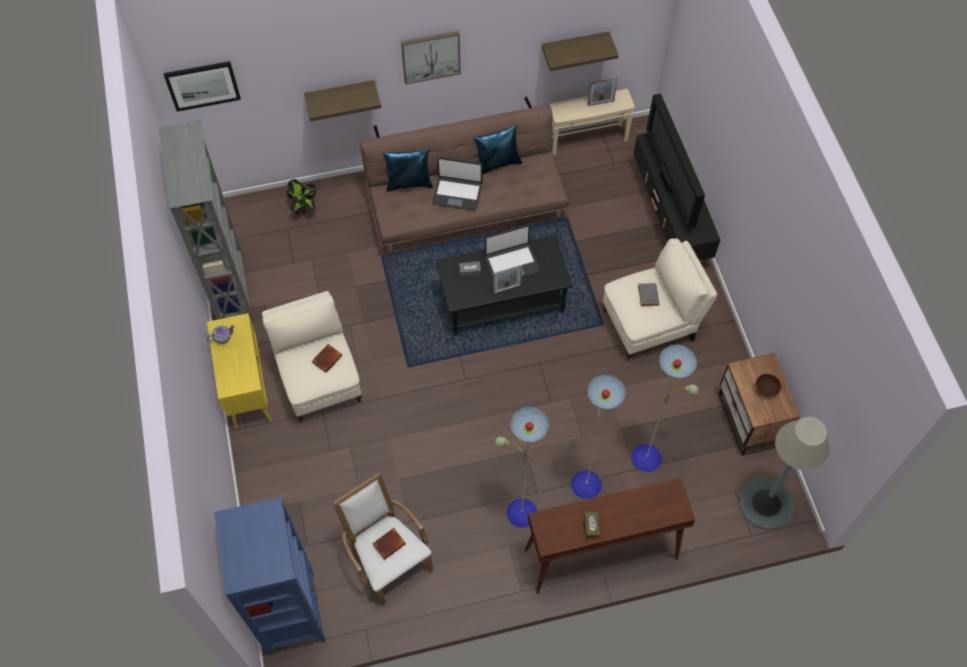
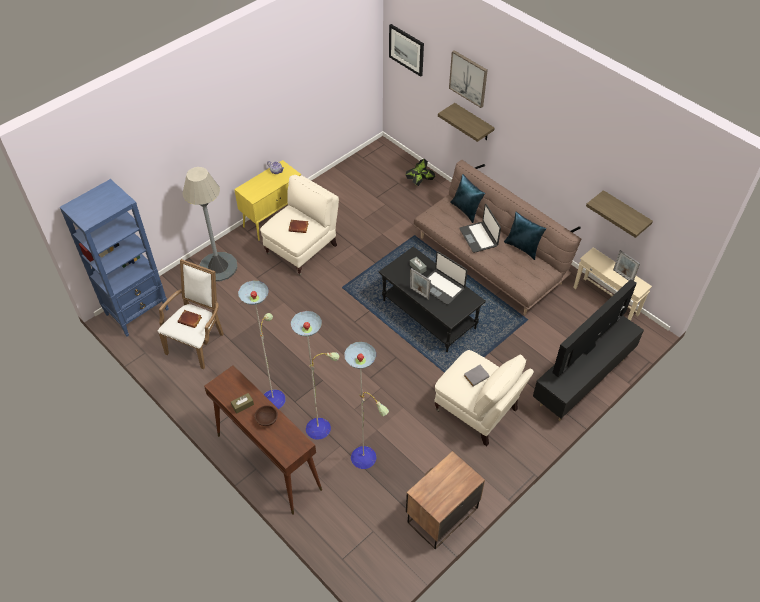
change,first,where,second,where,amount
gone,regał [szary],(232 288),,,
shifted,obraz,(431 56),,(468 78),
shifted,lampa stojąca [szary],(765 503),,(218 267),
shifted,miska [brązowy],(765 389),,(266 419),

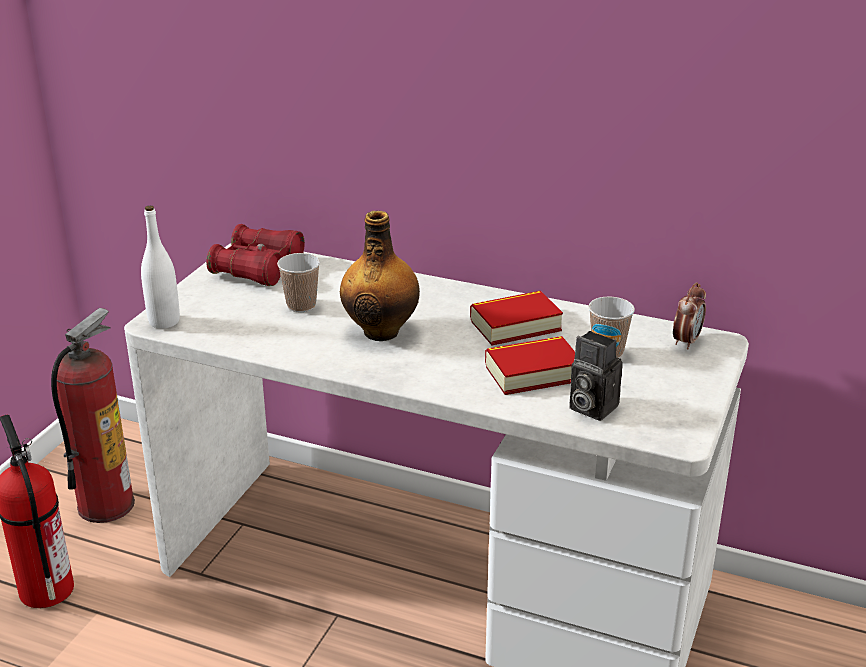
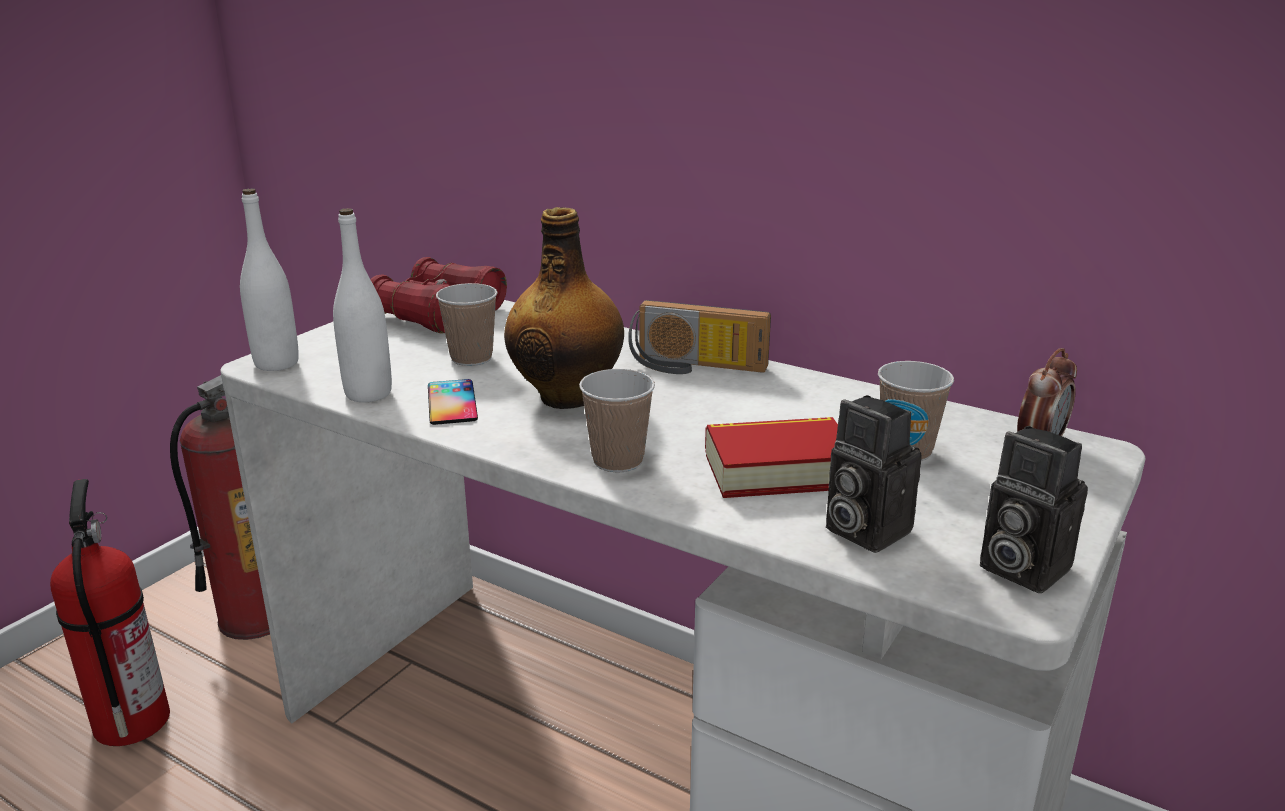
change,first,where,second,where,amount
gone,książka,(515 325),,,
new,,,butelka [biały],(368 393),
new,,,telefon,(452 402),
new,,,filiżanka,(618 461),
new,,,radio,(695 367),
new,,,aparat fotograficzny,(1017 567),

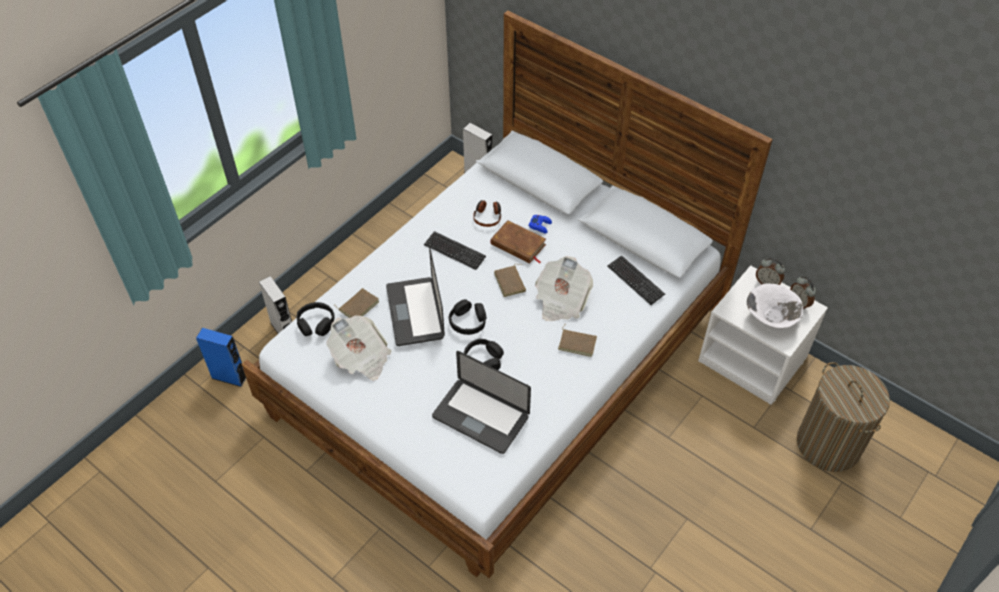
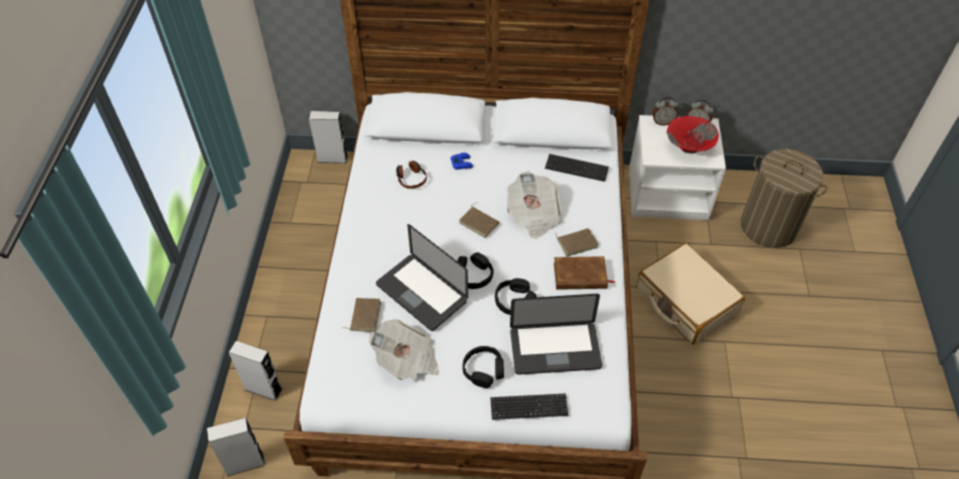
change,first,where,second,where,amount
new,,,walizka [beżowy],(685 301),
shifted,słuchawki [czarny],(316 323),,(483 370),
shifted,klawiatura,(454 251),,(528 407),
shifted,książka [brązowy],(518 245),,(580 276),
repainted,głośnik [niebieski],(229 377),głośnik [szary],(245 464),
repainted,miska [biały],(770 318),miska [czerwony],(688 147),

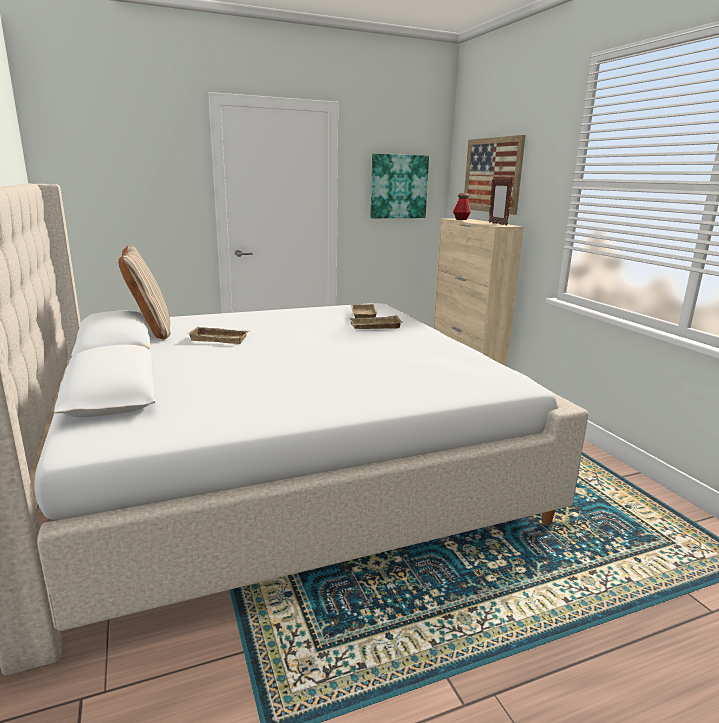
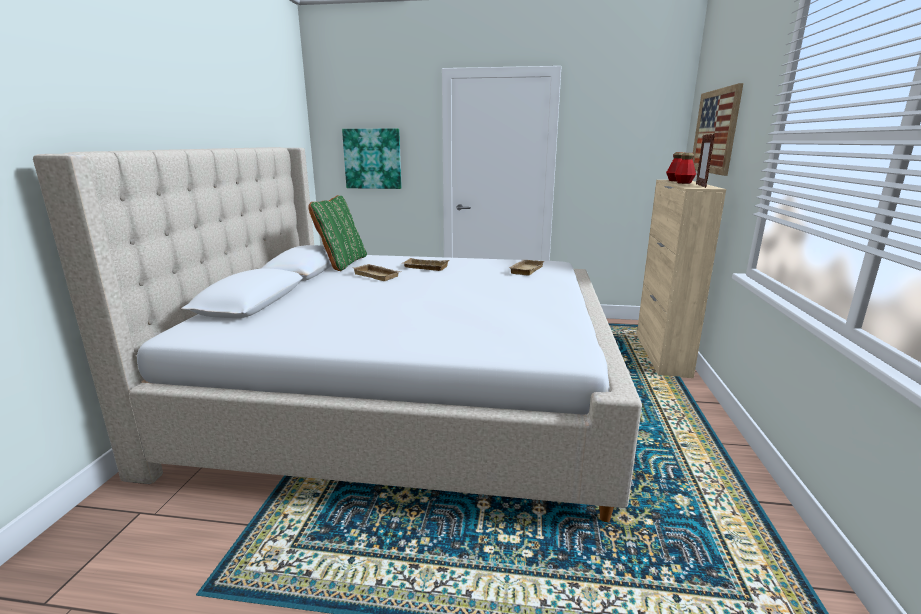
change,first,where,second,where,amount
new,,,butelka,(684 183),
shifted,taca [beżowy],(374 327),,(424 267),
shifted,obraz,(398 186),,(373 159),
repainted,poduszka [beżowy],(150 330),poduszka [zielony],(342 263),

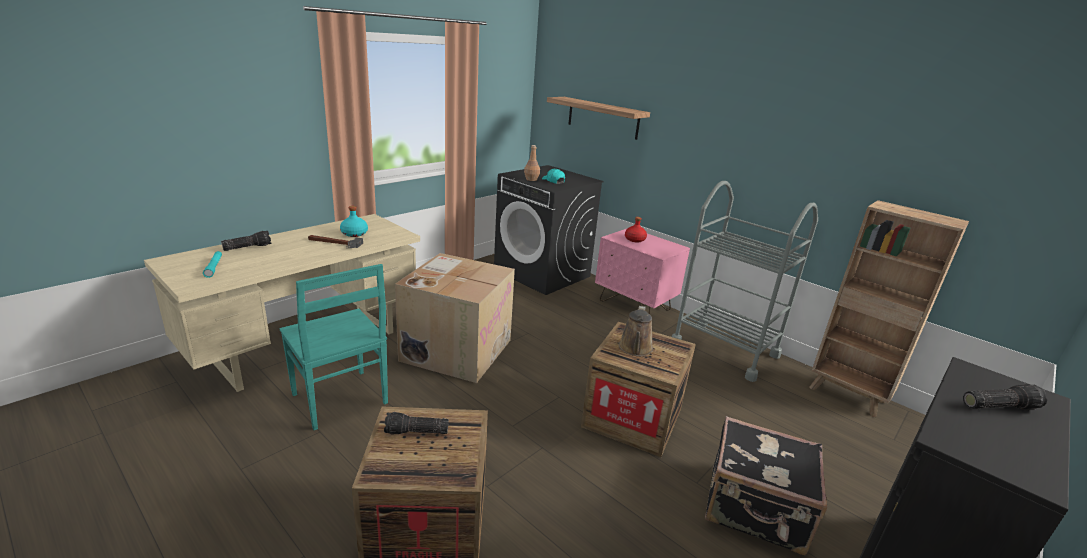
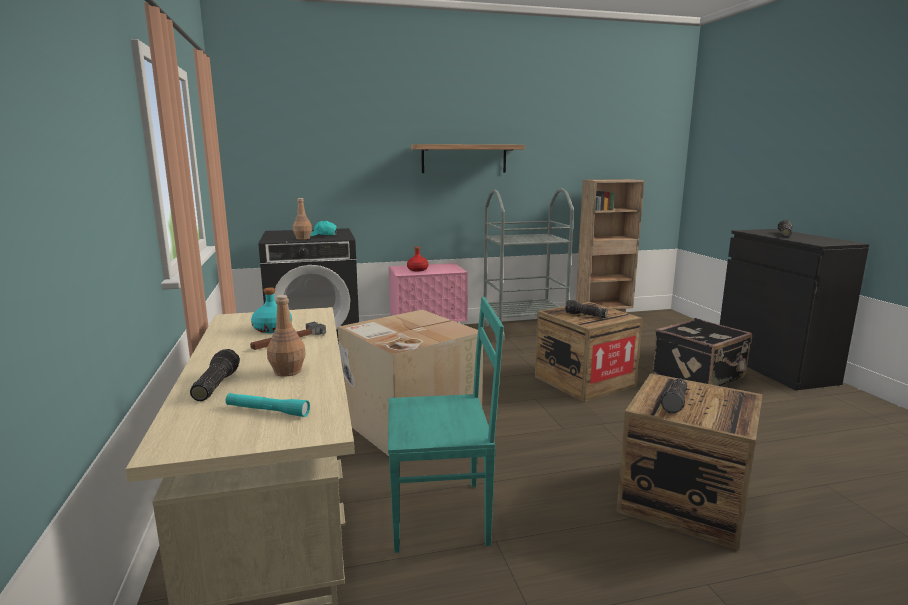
change,first,where,second,where,amount
new,,,butelka [brązowy],(287 372),
shifted,półka,(603 118),,(464 158),
swapped,konewka [brązowy],(635 349),latarka,(585 315),

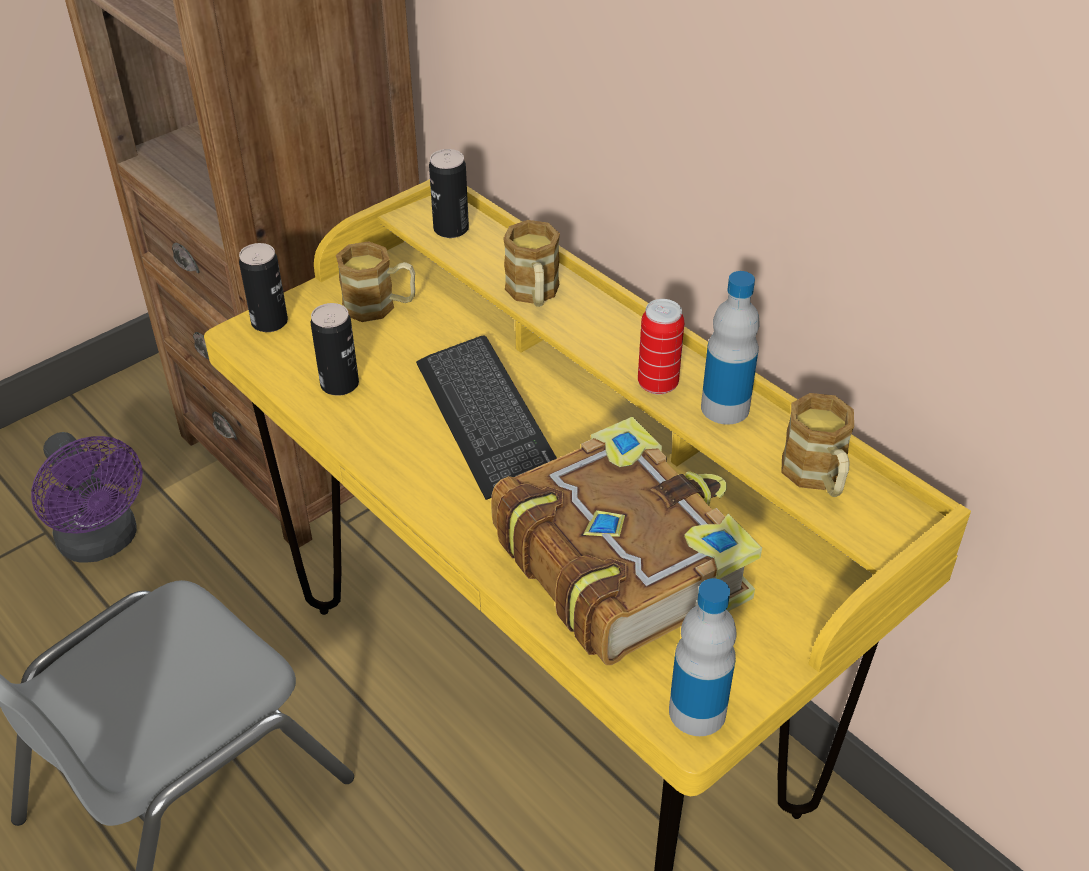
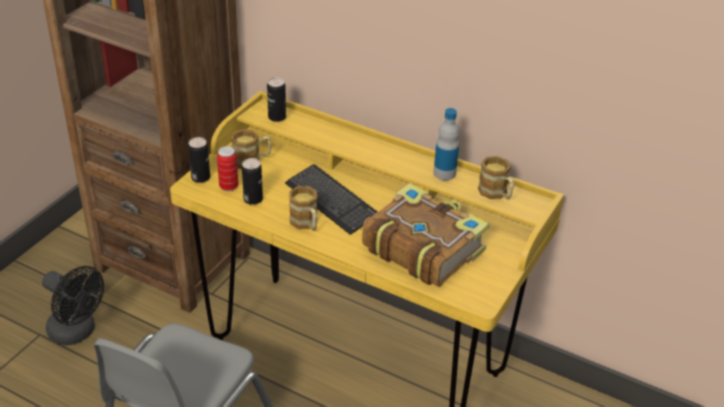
change,first,where,second,where,amount
gone,butelka,(697 711),,,
shifted,kubek,(534 294),,(306 224),
shifted,puszka,(657 384),,(228 186),
repainted,wentylator [fioletowy],(103 542),wentylator [czarny],(77 332),

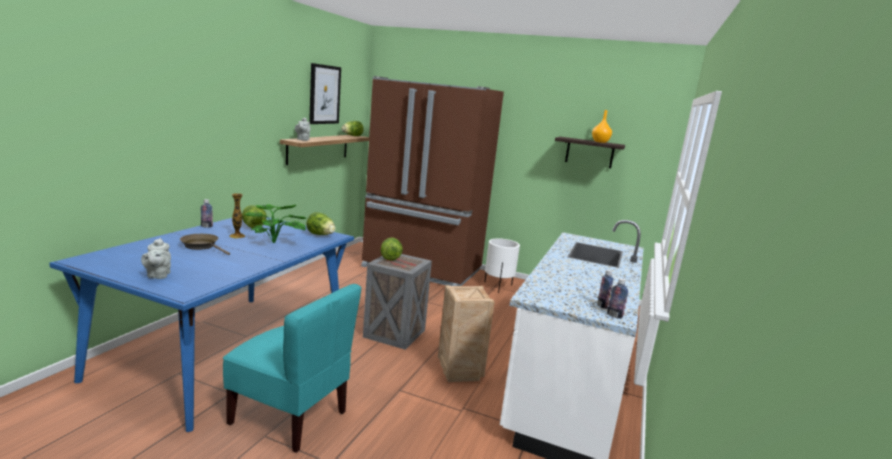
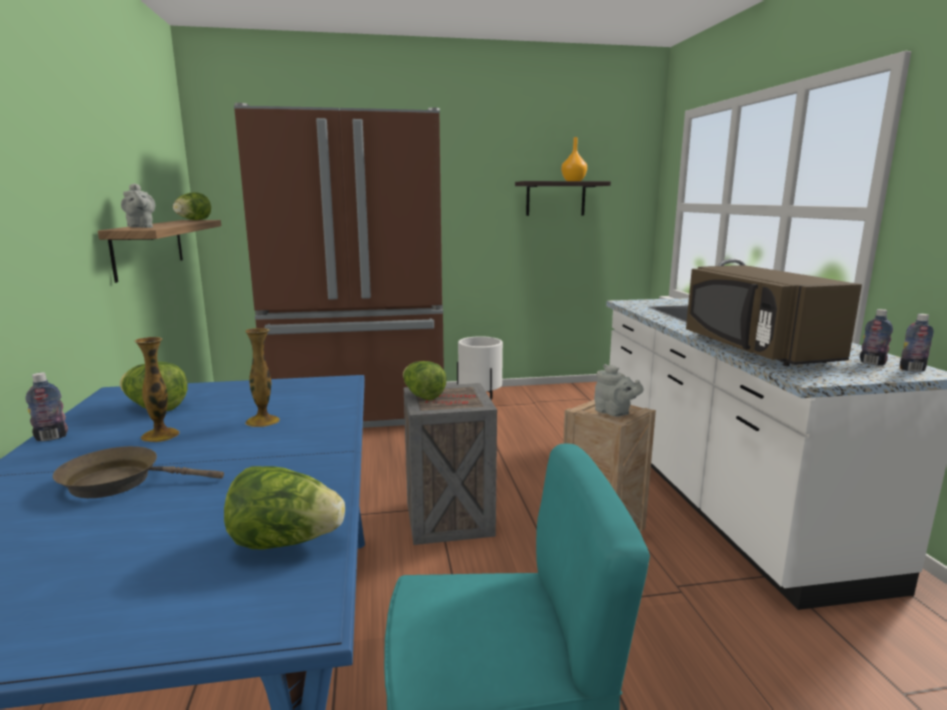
change,first,where,second,where,amount
gone,obraz,(324 94),,,
new,,,mikrofalówka [brązowy],(755 349),
shifted,imbryk [szary],(158 275),,(614 413),
shifted,sałata,(321 235),,(286 542),
swapped,roślina doniczkowa,(276 242),wazon,(262 421),

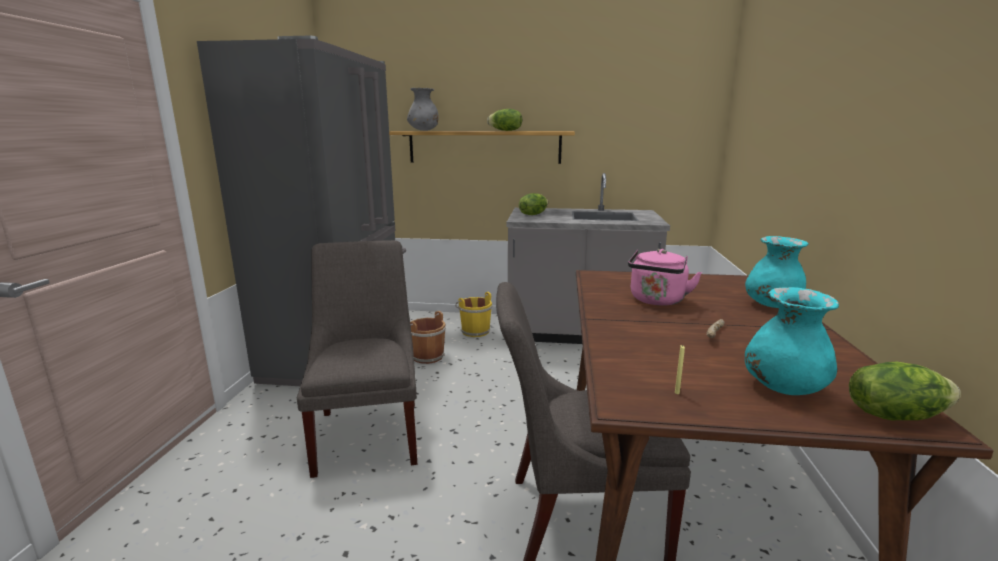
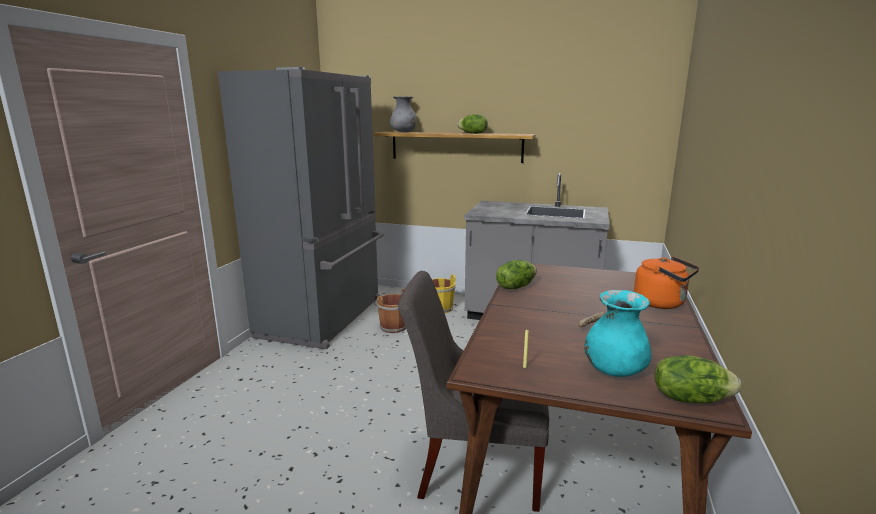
change,first,where,second,where,amount
gone,krzesło [szary],(369 432),,,
gone,czajnik [różowy],(657 301),,,
shifted,sałata,(533 214),,(515 287),
swapped,wazon [turkusowy],(771 305),czajnik [pomarańczowy],(662 303),

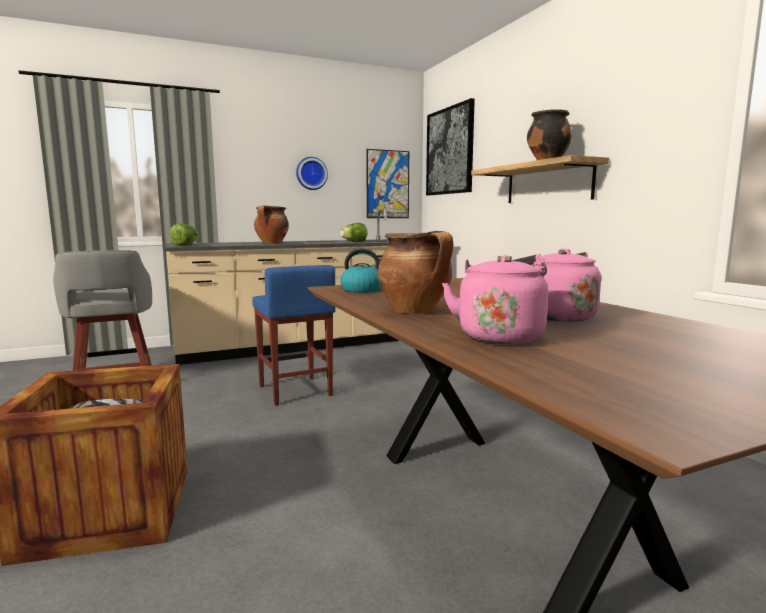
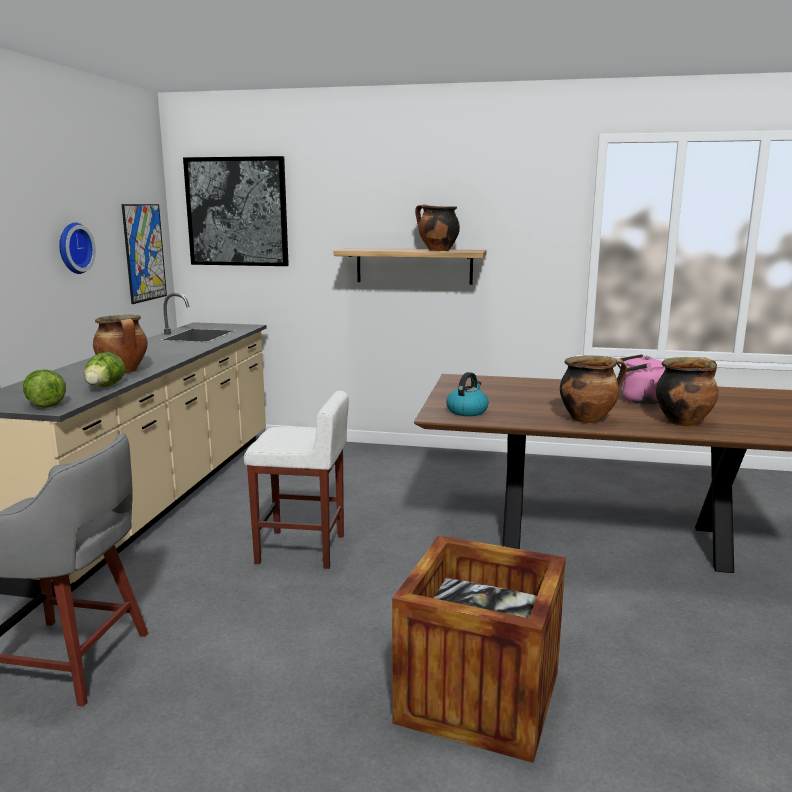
change,first,where,second,where,amount
shifted,sałata,(354 242),,(104 387),
swapped,czajnik [różowy],(500 336),garnek,(683 421),
repainted,stołek [niebieski],(295 391),stołek [biały],(302 549),

